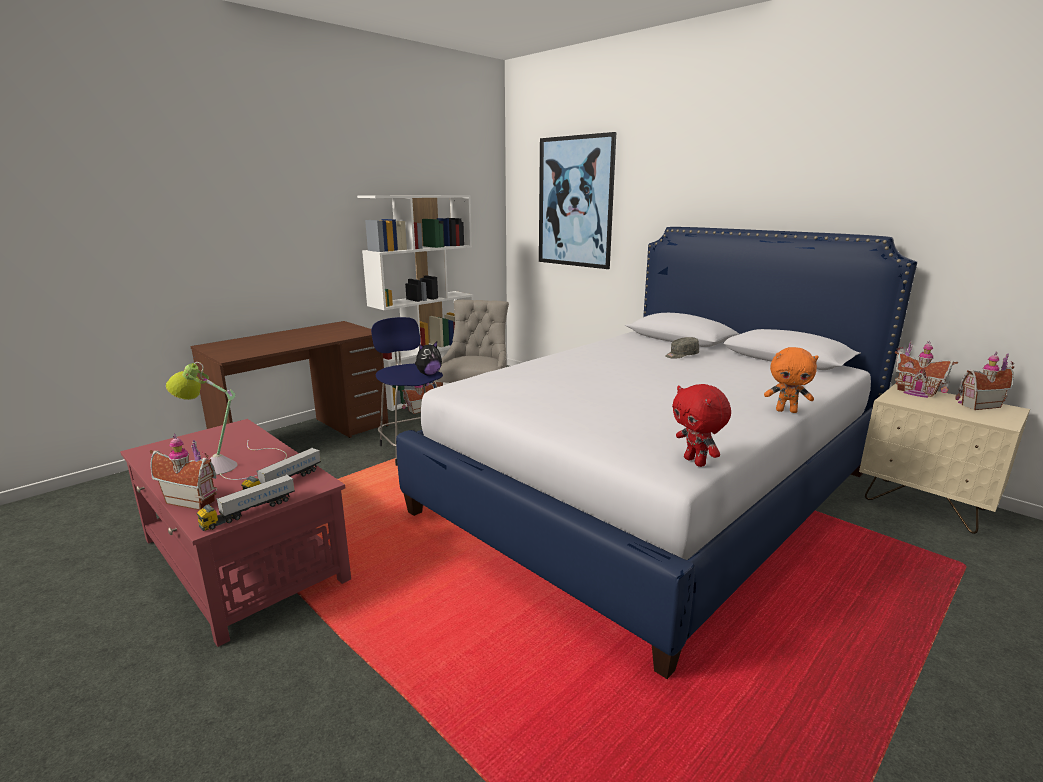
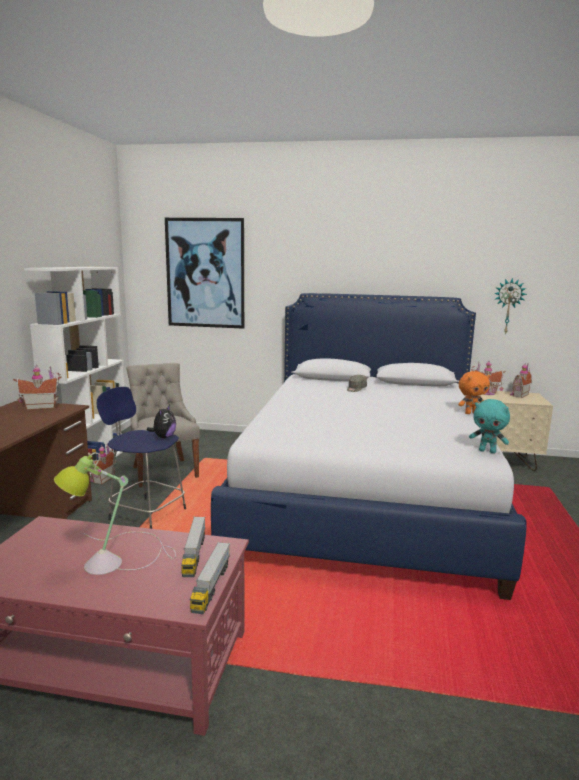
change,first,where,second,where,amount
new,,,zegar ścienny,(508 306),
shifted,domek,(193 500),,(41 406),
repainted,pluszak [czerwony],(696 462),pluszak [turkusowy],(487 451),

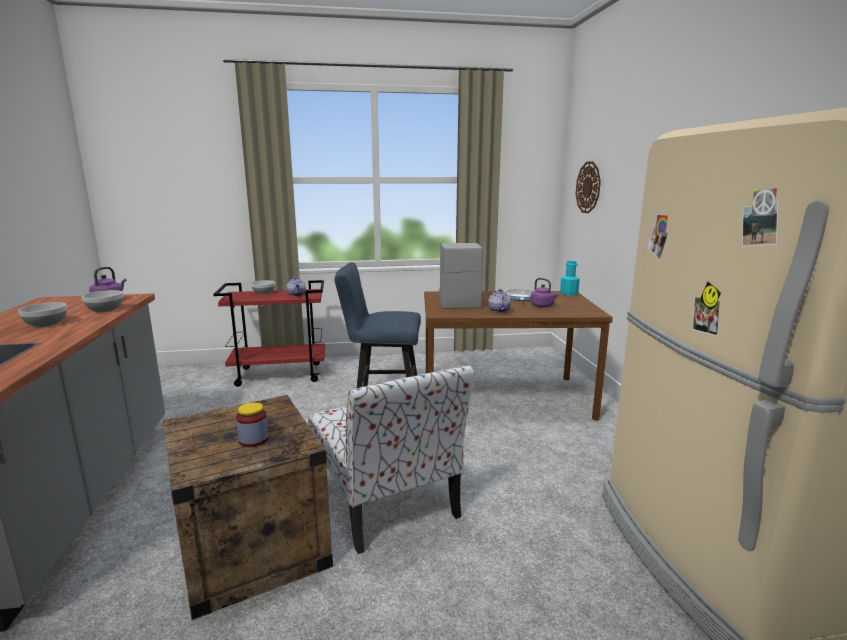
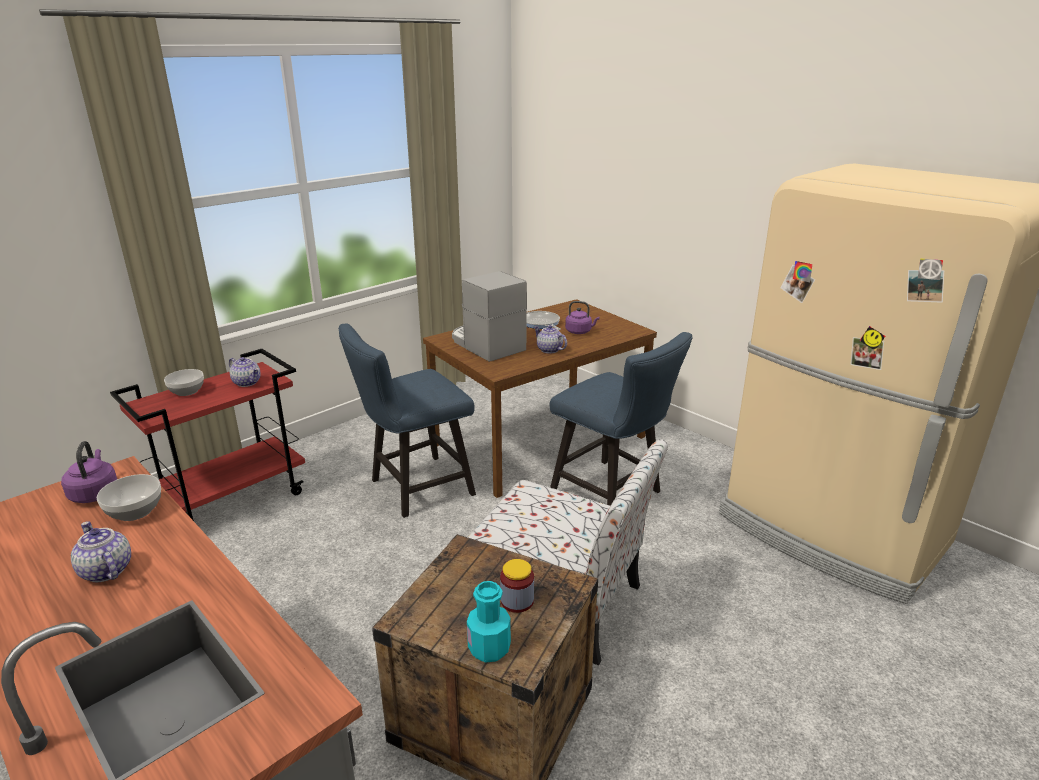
change,first,where,second,where,amount
gone,zegar ścienny,(588 187),,,
new,,,krzesło [niebieski],(612 495),
shifted,butelka [turkusowy],(569 293),,(489 648),
swapped,miska,(45 324),imbryk,(105 570),

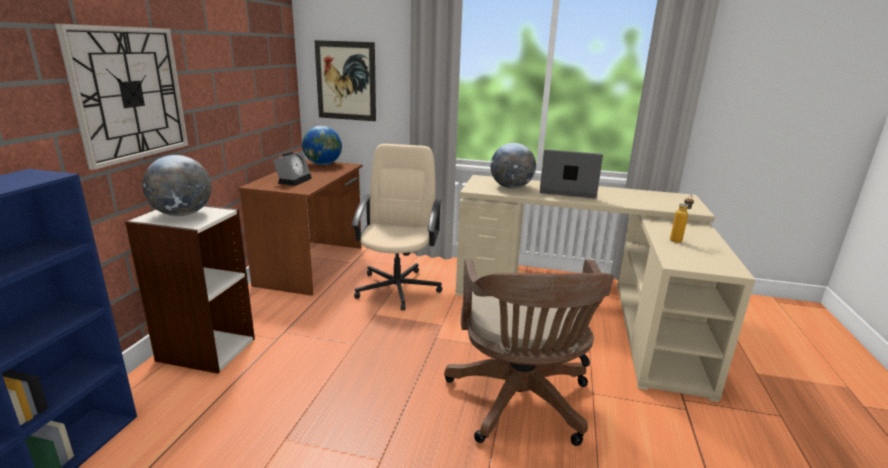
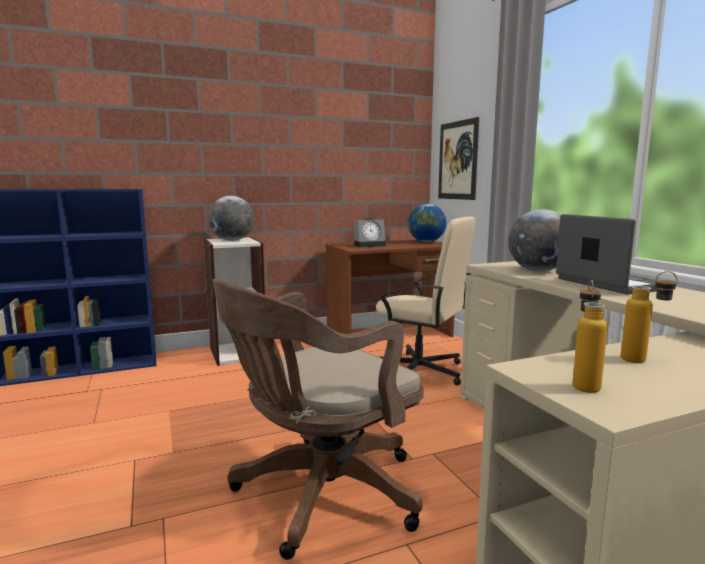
change,first,where,second,where,amount
gone,zegar ścienny,(129 94),,,
new,,,butelka,(584 384),
rotated,krzesło biurowe [beżowy],(398 288),,(419 371),60 degrees clockwise

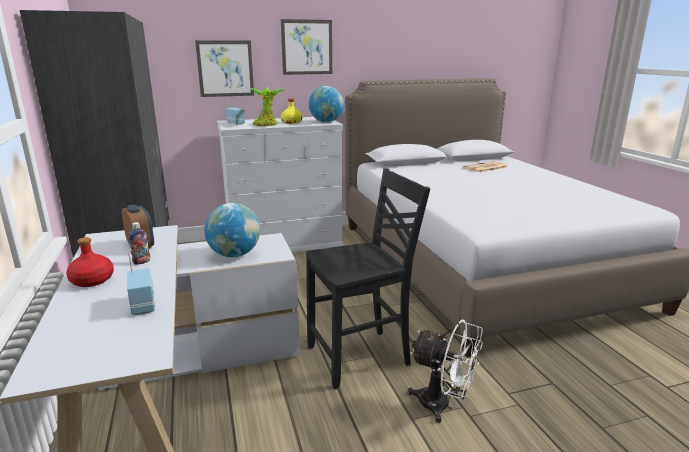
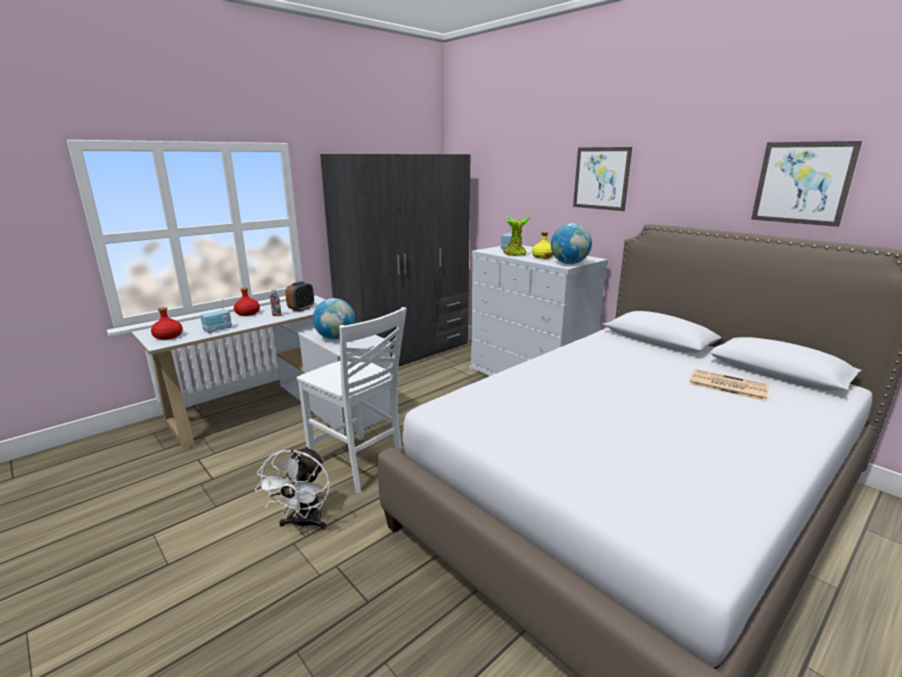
change,first,where,second,where,amount
new,,,butelka [czerwony],(168 336),
shifted,obraz,(225 68),,(802 183),
repainted,krzesło [czarny],(361 356),krzesło [biały],(358 465),

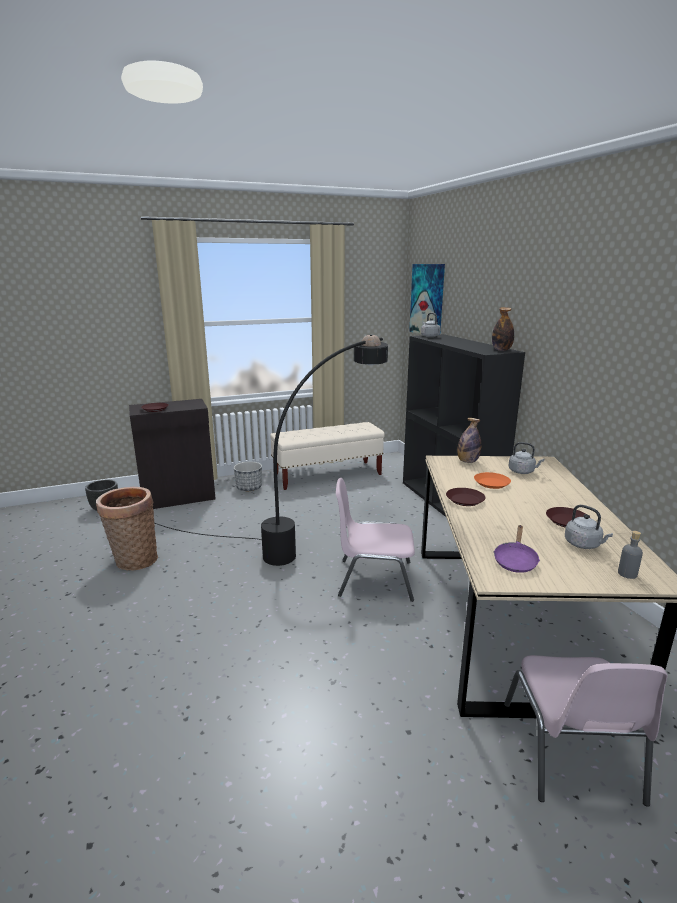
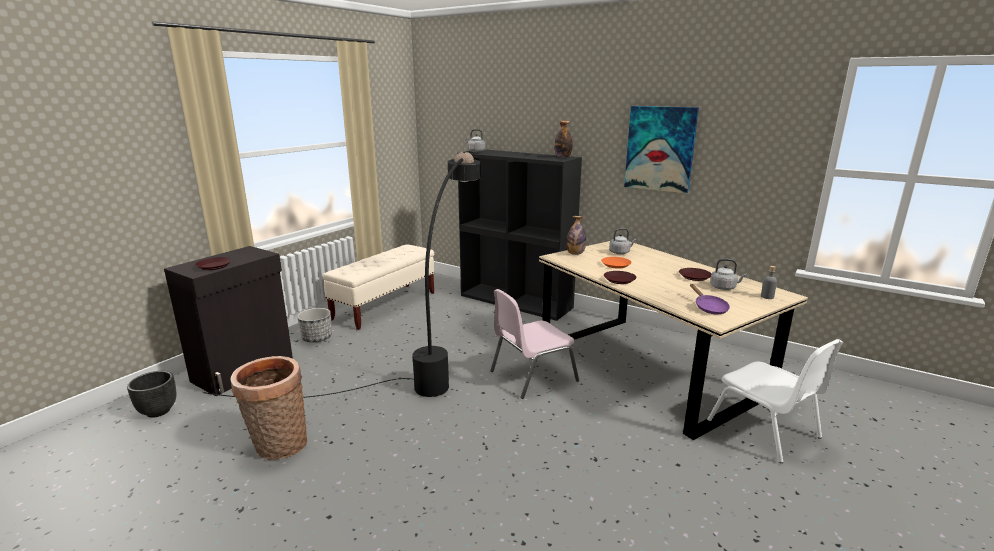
change,first,where,second,where,amount
shifted,obraz,(427 300),,(660 149),
repainted,krzesło [różowy],(571 753),krzesło [biały],(764 430),

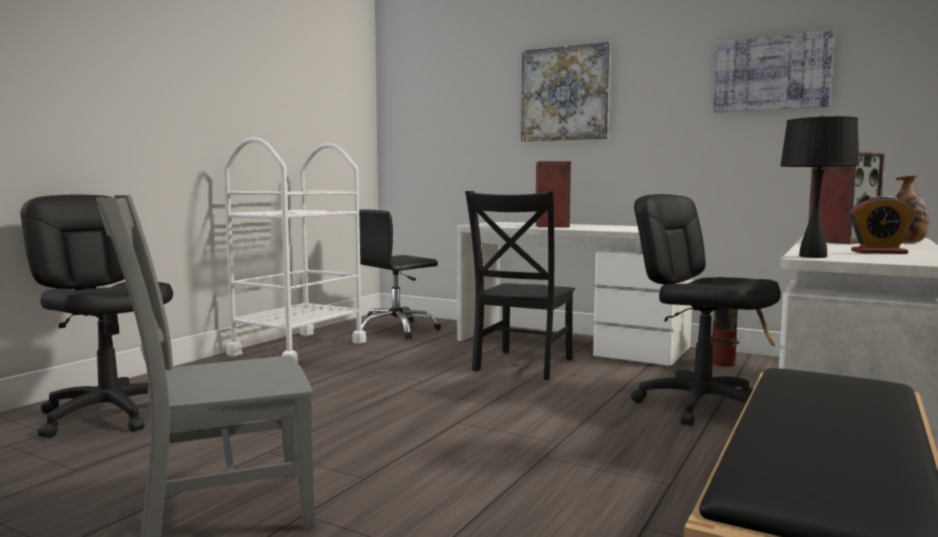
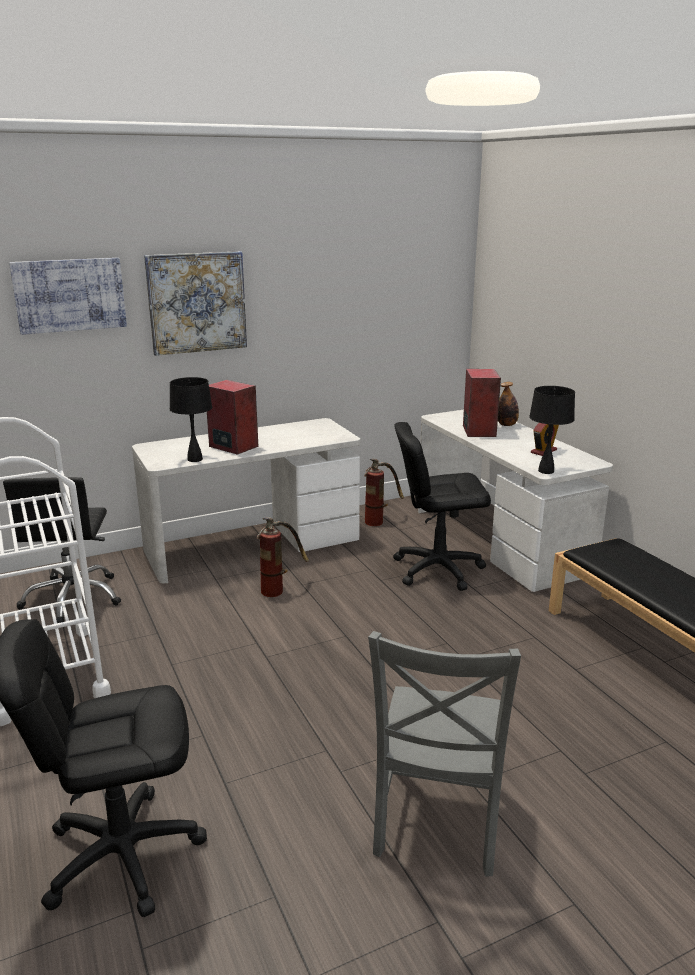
change,first,where,second,where,amount
new,,,lampa stołowa [czarny],(195 459),
shifted,obraz,(771 73),,(70 295),
swapped,krzesło [czarny],(521 365),gaśnica,(278 588),

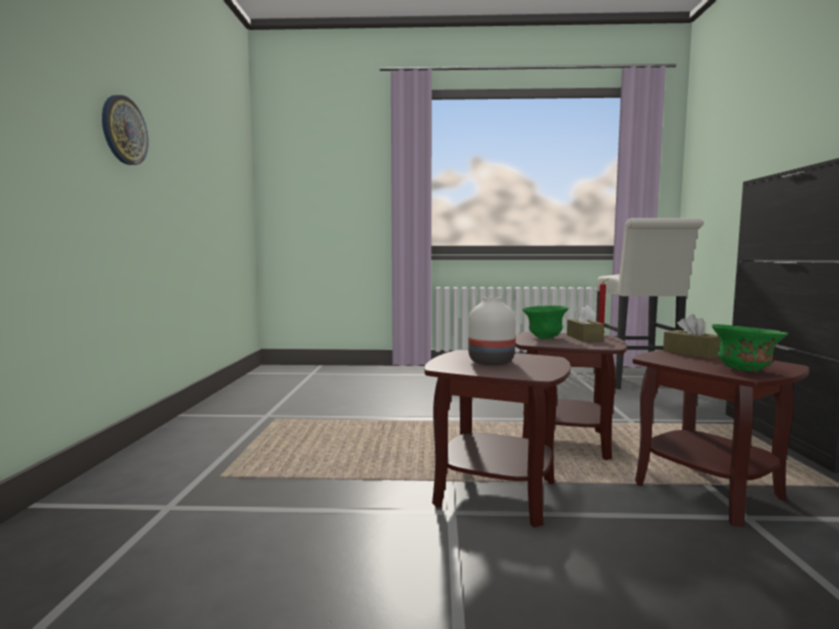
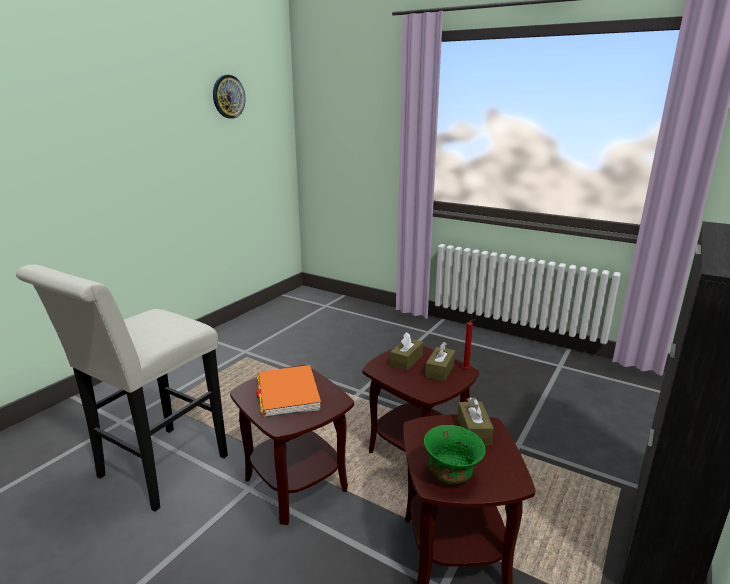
change,first,where,second,where,amount
shifted,zegar ścienny,(124 130),,(228 96),
shifted,stołek [biały],(637 382),,(155 471),
swapped,wazon [biały],(492 362),książka [pomarańczowy],(288 394),
swapped,miska [zielony],(544 337),pudełko chusteczek [brązowy],(406 360),

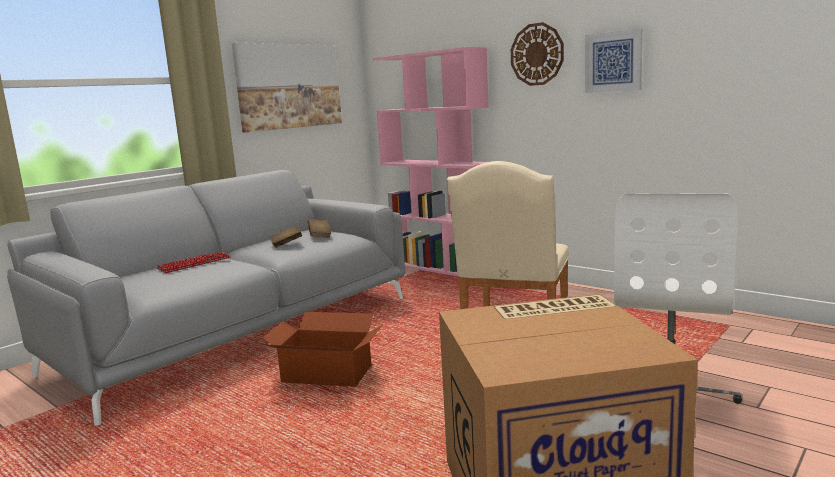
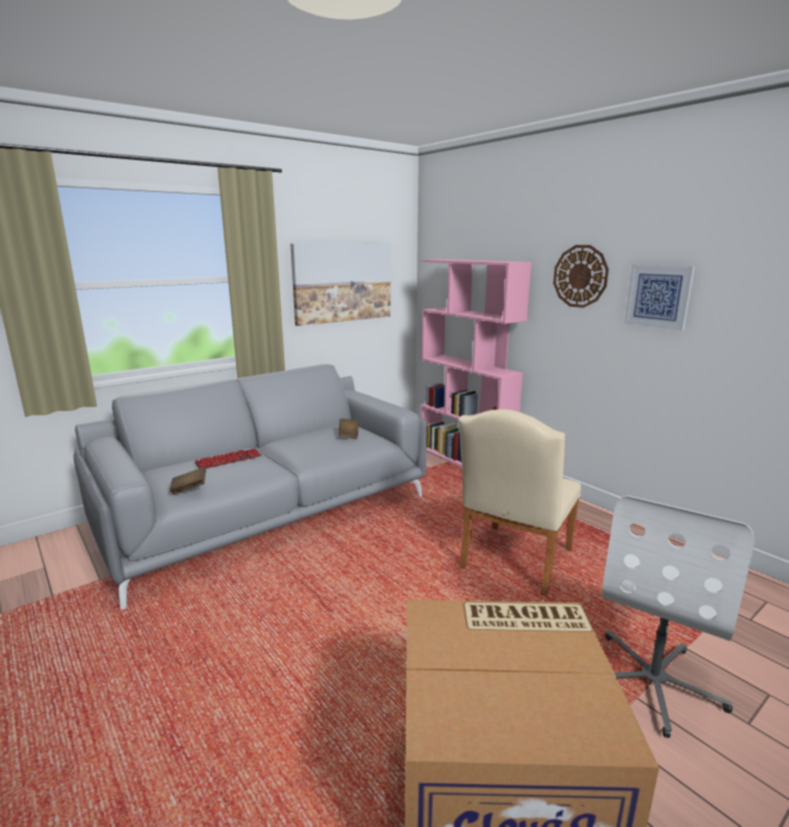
change,first,where,second,where,amount
gone,karton,(327 375),,,
shifted,książka [brązowy],(286 244),,(189 489),

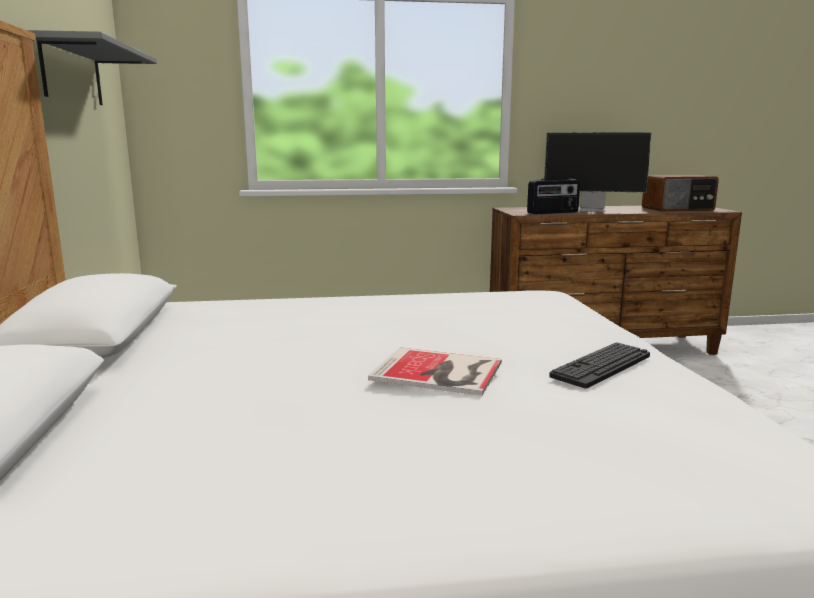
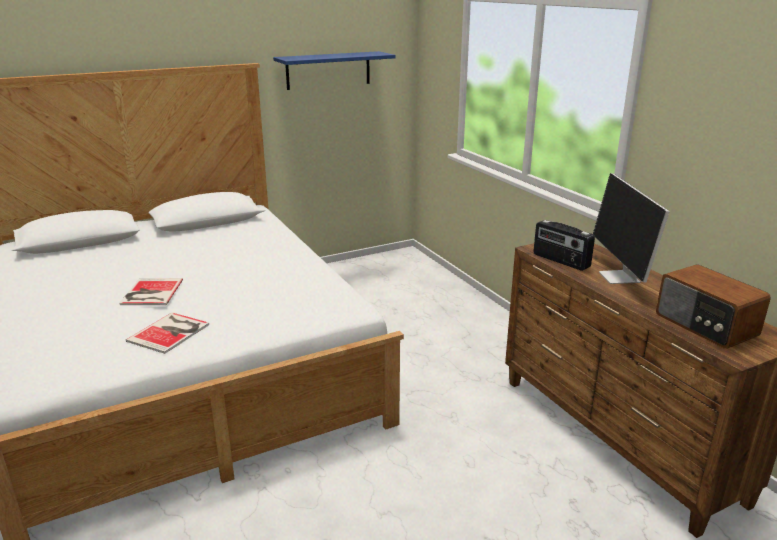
change,first,where,second,where,amount
swapped,klawiatura,(601 366),książka,(171 332),
repainted,półka [szary],(72 73),półka [niebieski],(328 70),

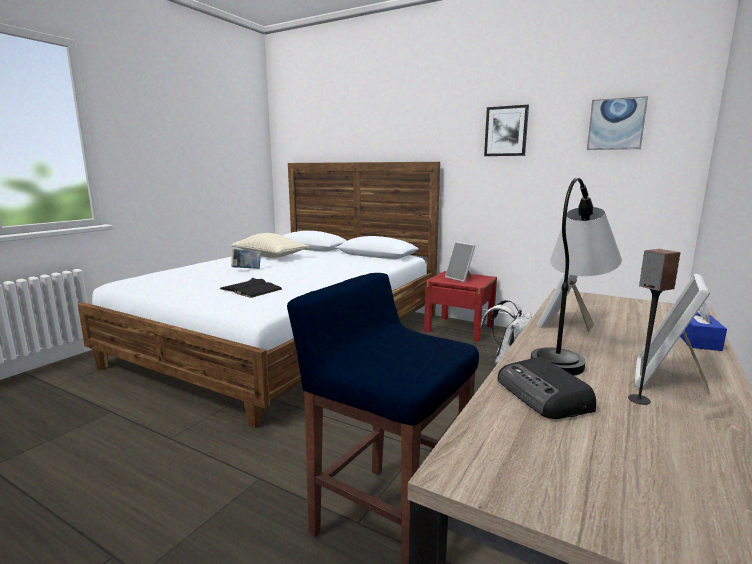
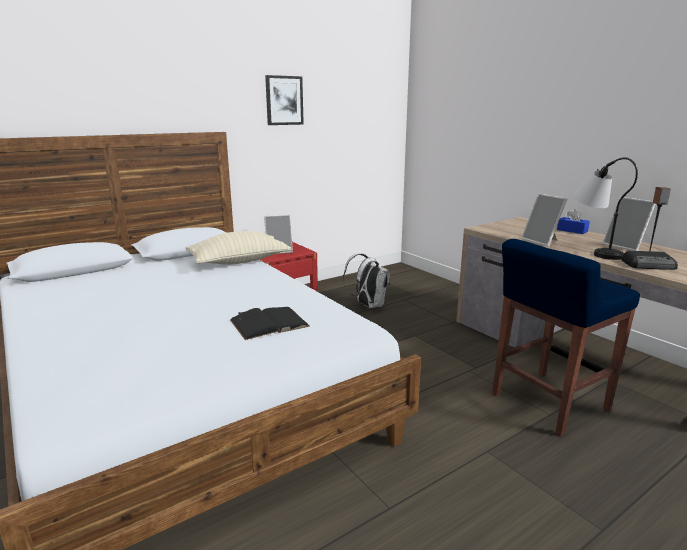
change,first,where,second,where,amount
gone,książka,(247 270),,,
gone,obraz,(616 124),,,
shifted,poduszka [beżowy],(270 256),,(239 262),

